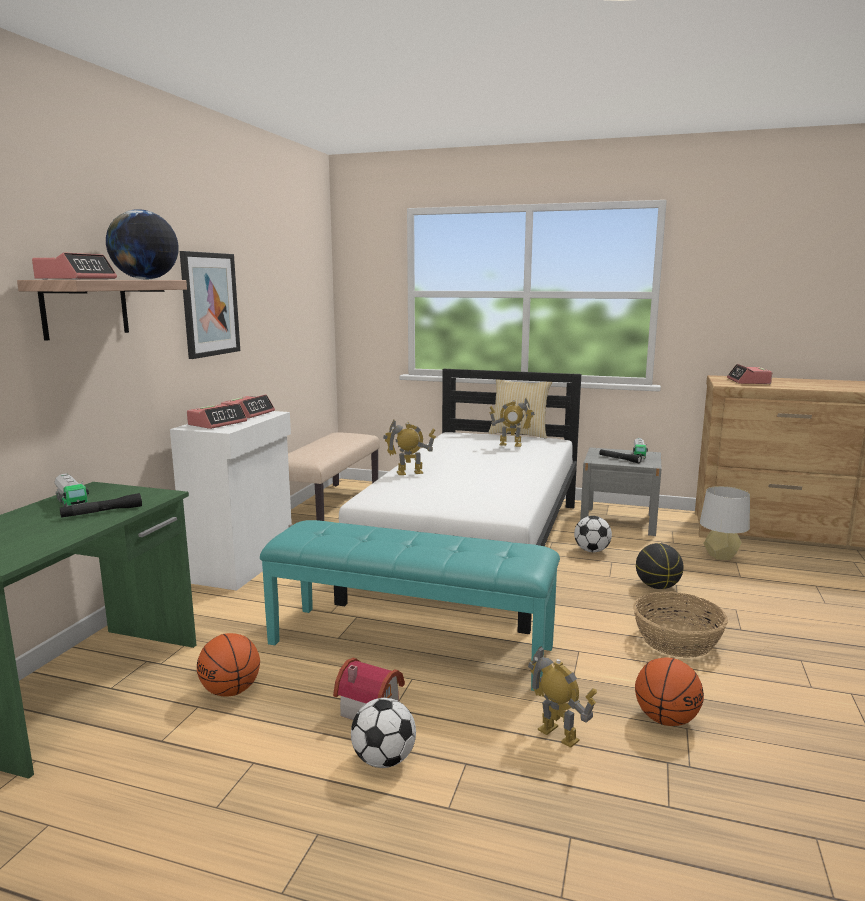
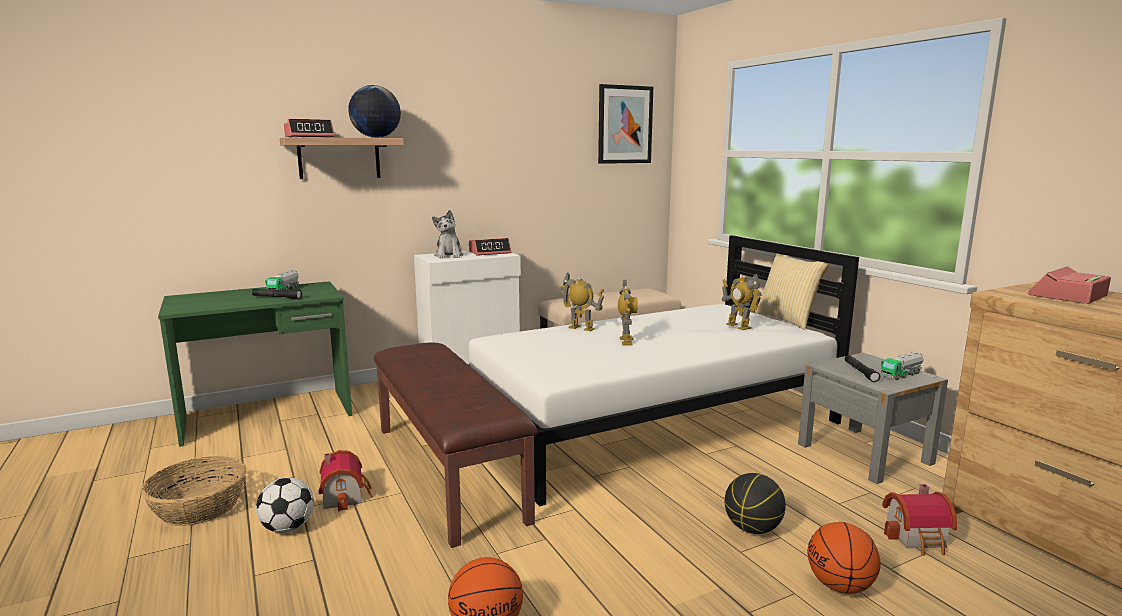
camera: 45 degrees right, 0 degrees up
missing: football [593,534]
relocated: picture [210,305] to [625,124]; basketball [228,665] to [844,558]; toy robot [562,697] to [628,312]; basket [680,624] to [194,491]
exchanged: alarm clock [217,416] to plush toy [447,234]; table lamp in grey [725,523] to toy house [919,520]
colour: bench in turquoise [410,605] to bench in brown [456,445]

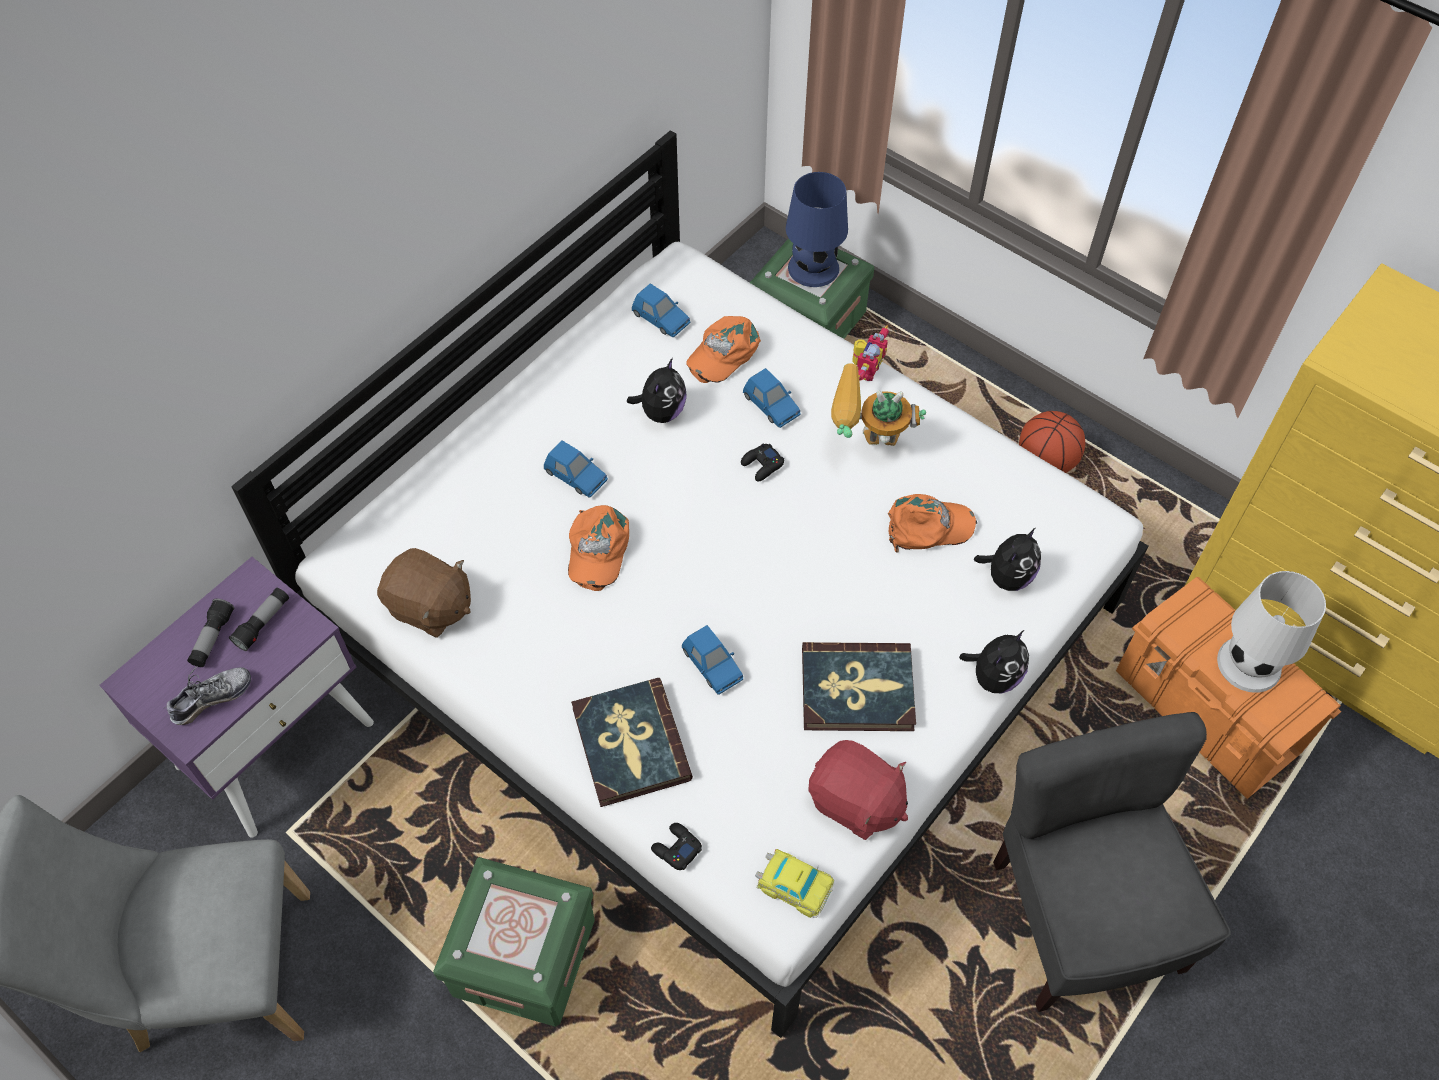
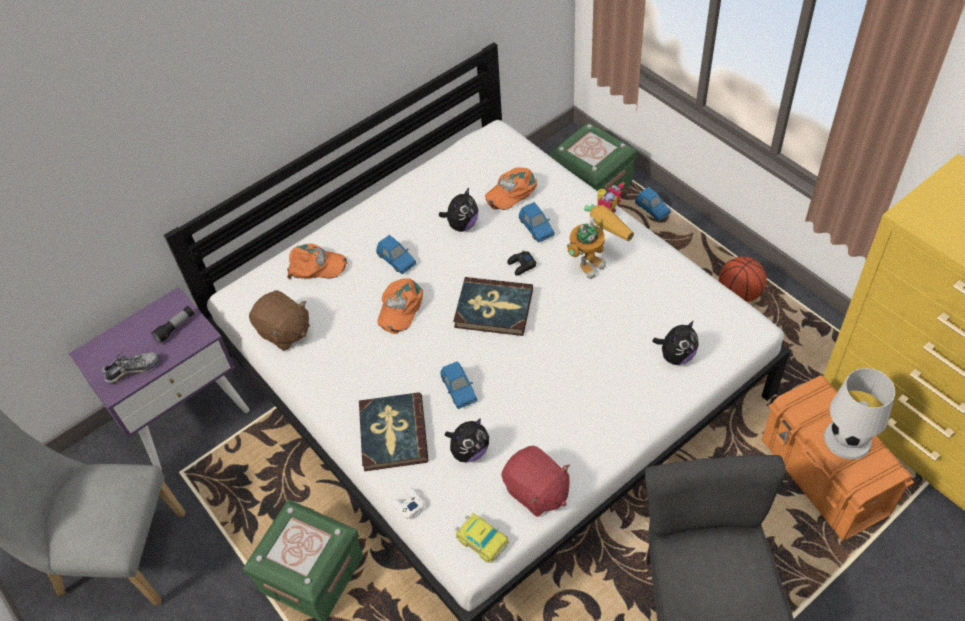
camera: 15 degrees right, 5 degrees down
missing: flashlight [210,633]; table lamp in blue [817,229]
relocated: toy car in blue [661,310] to [653,204]; book [859,686] to [493,306]; cap in orange [932,523] to [317,261]; plush toy [994,661] to [467,440]
colour: game controller in black [676,846] to game controller in white [407,503]
spun: toy robot [878,404] = [600,241] 120 degrees clockwise

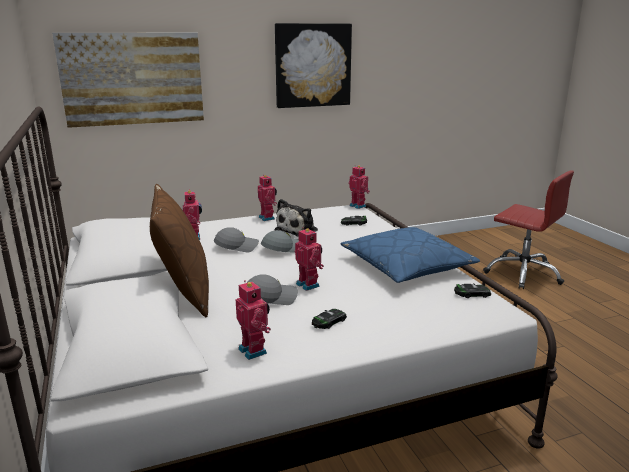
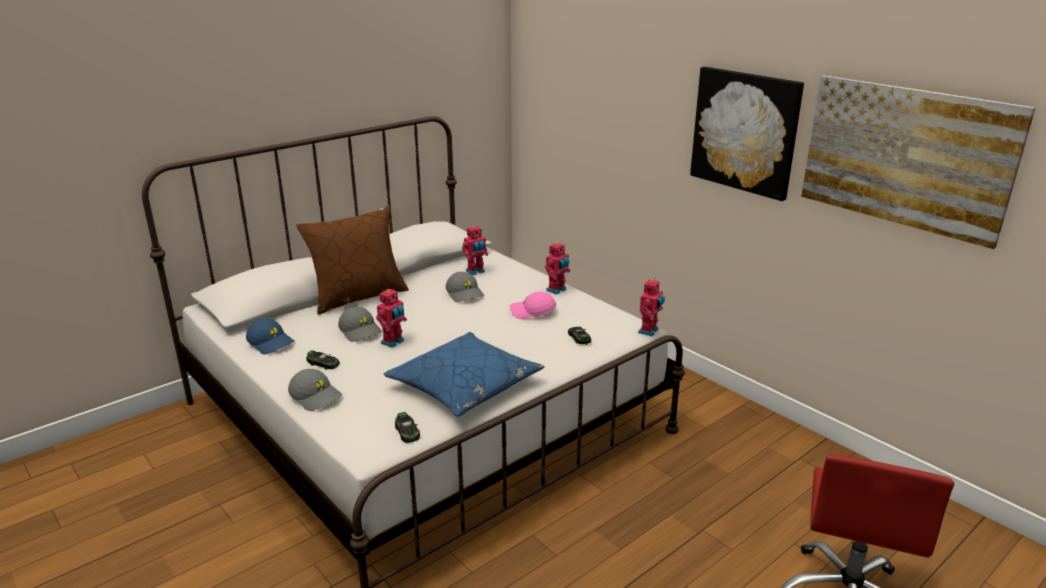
camera: 70 degrees right, 5 degrees up
relocated: picture [128,80] to [918,162]; cap in grey [280,241] to [315,390]
exchanged: toy robot [253,320] to cap in blue [270,337]; plush toy [296,217] to cap in pink [532,305]

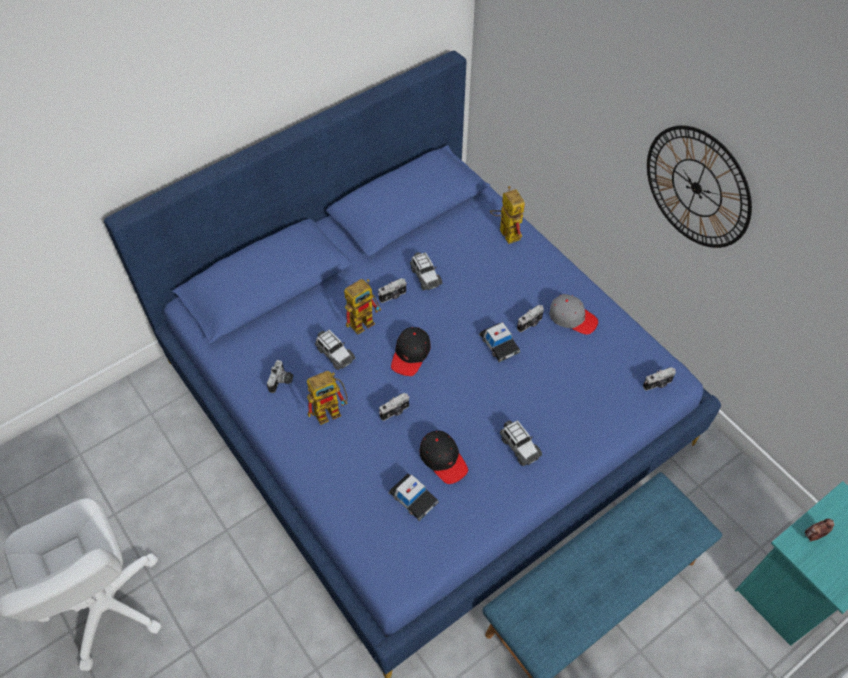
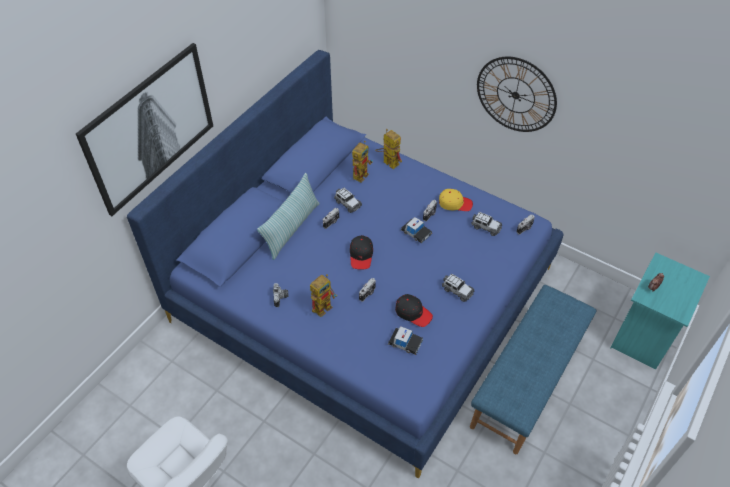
camera: 20 degrees left, 5 degrees down
appeared: picture [144,129]; pillow [288,216]
relocated: toy car [335,350] to [486,224]; toy robot [362,307] to [362,162]
colour: cap in grey [573,314] to cap in yellow [456,200]

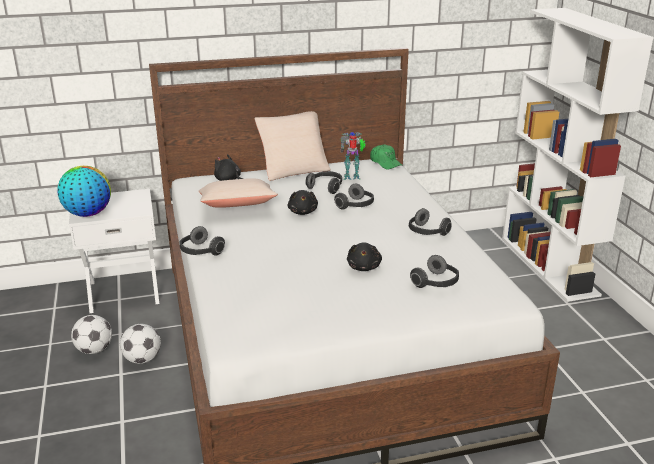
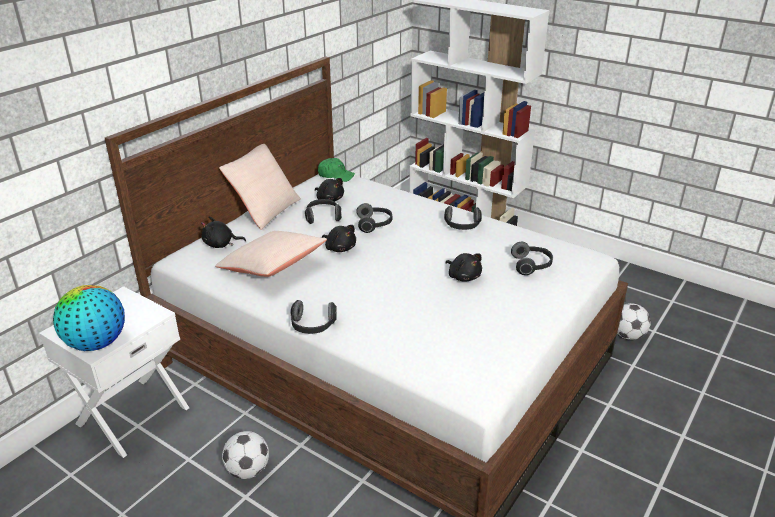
camera: 40 degrees left, 5 degrees up
relocated: football [91,334] to [634,321]
exchanged: toy robot [353,156] to plush toy in black [329,190]

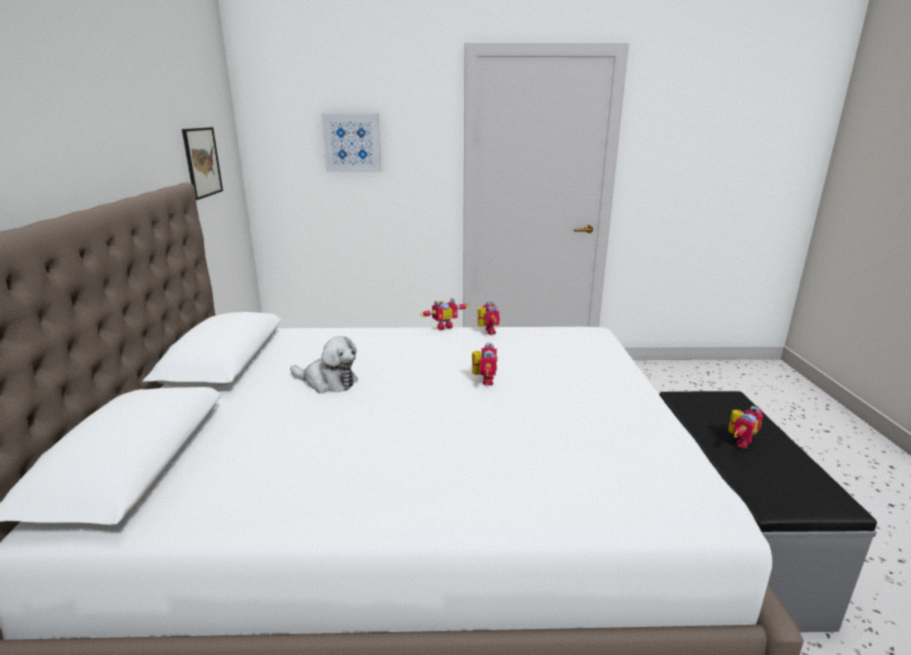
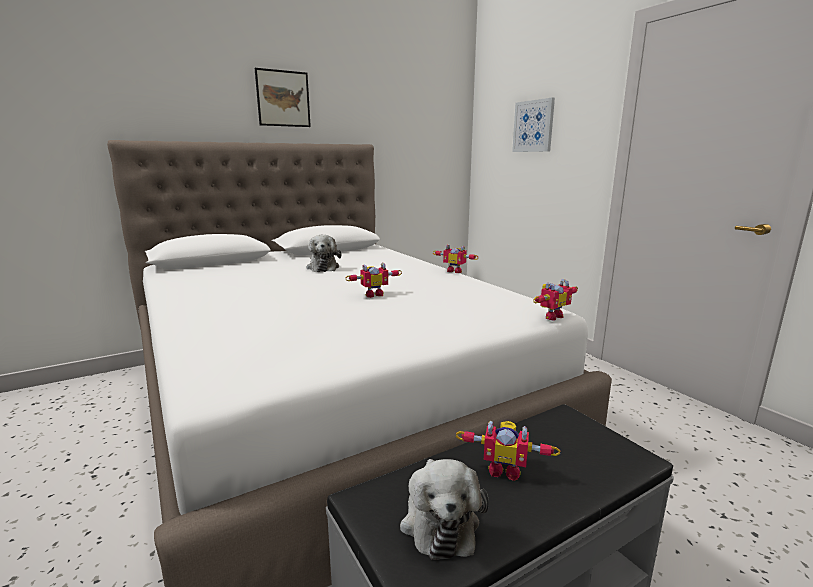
camera: 60 degrees right, 5 degrees down
appeared: plush toy [444,509]
relocated: picture [202,163] to [283,97]; toy robot [489,317] to [555,300]

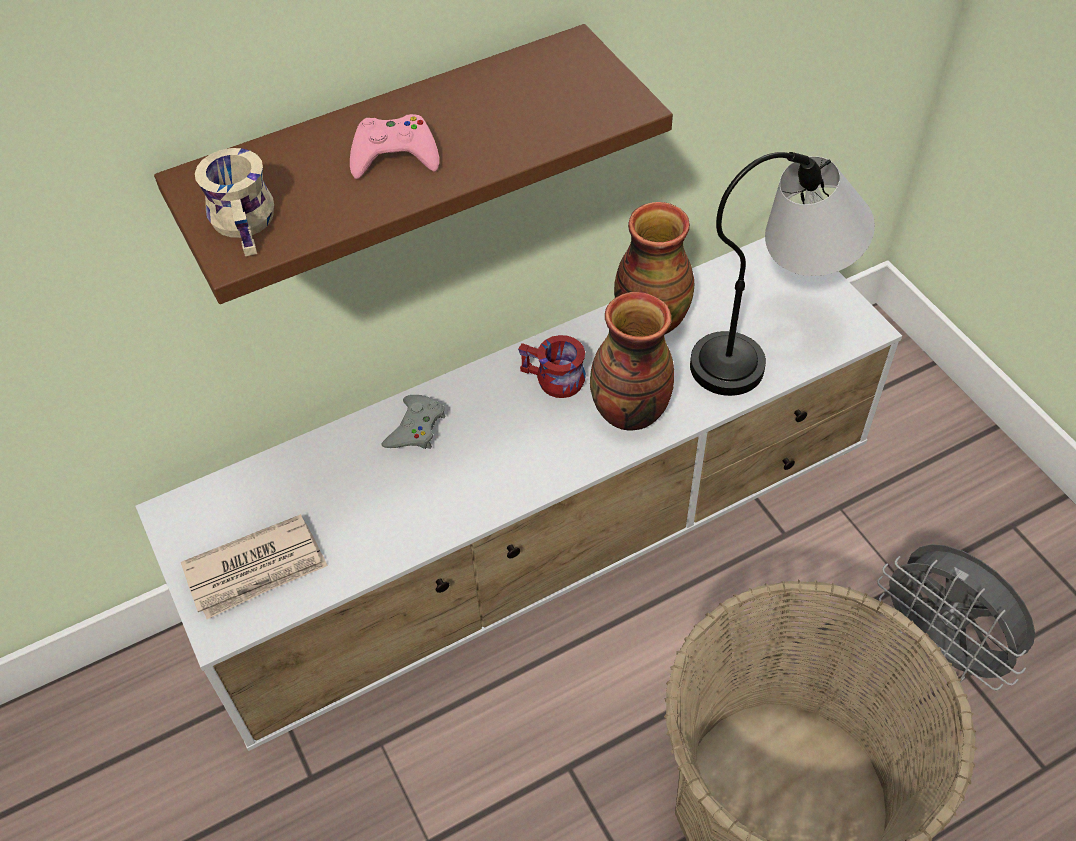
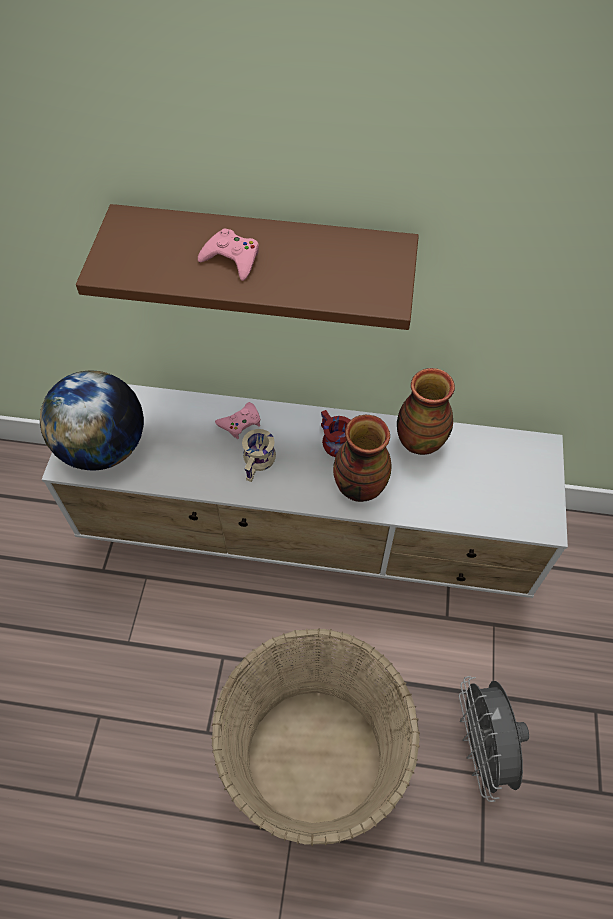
camera: 35 degrees right, 5 degrees up
missing: table lamp [782,274]
relocated: mug in beige [234,202] to [259,455]
exchanged: newspaper [254,566] to globe [92,421]
colour: game controller in grey [414,422] to game controller in pink [237,420]

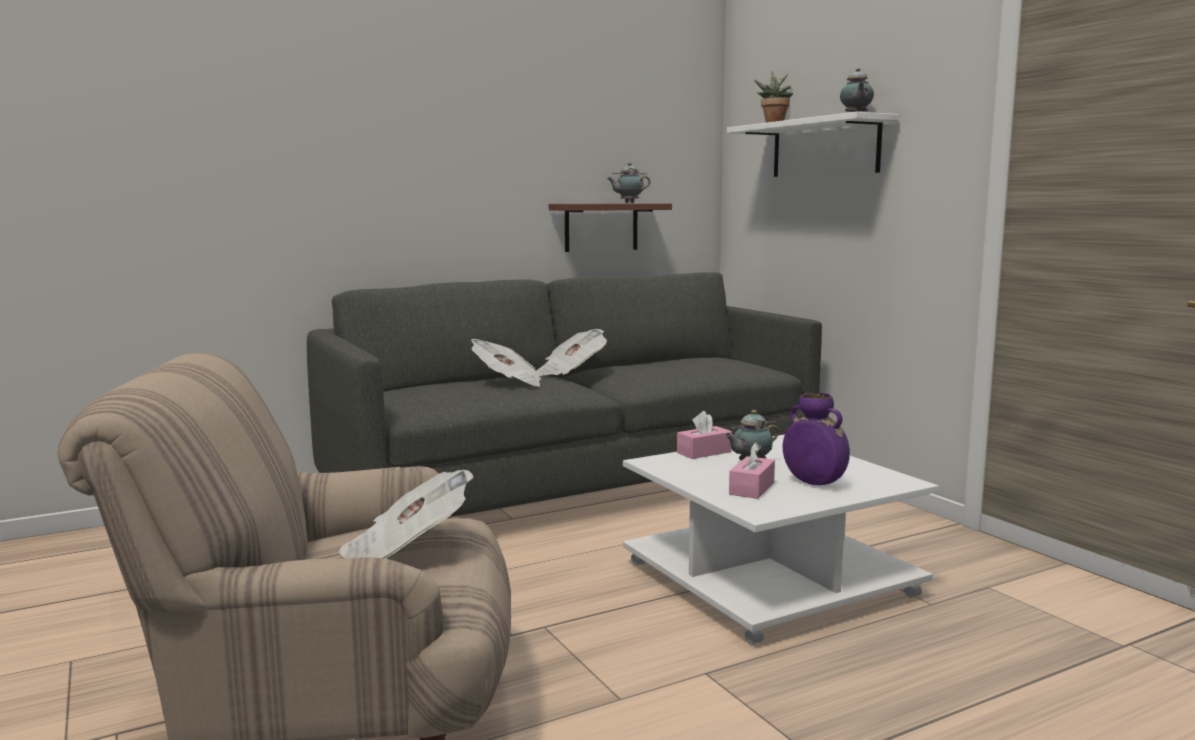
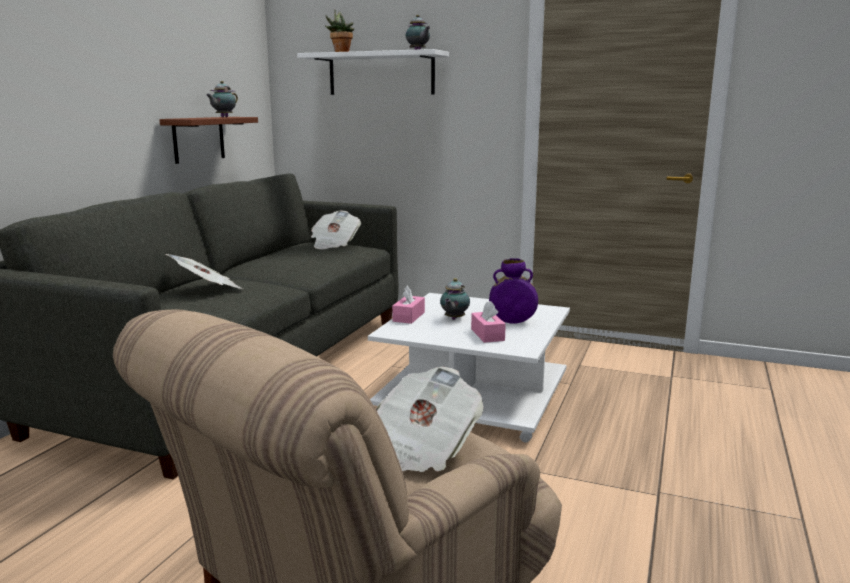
camera: 40 degrees left, 5 degrees up
relocated: newspaper [571,352] to [336,229]

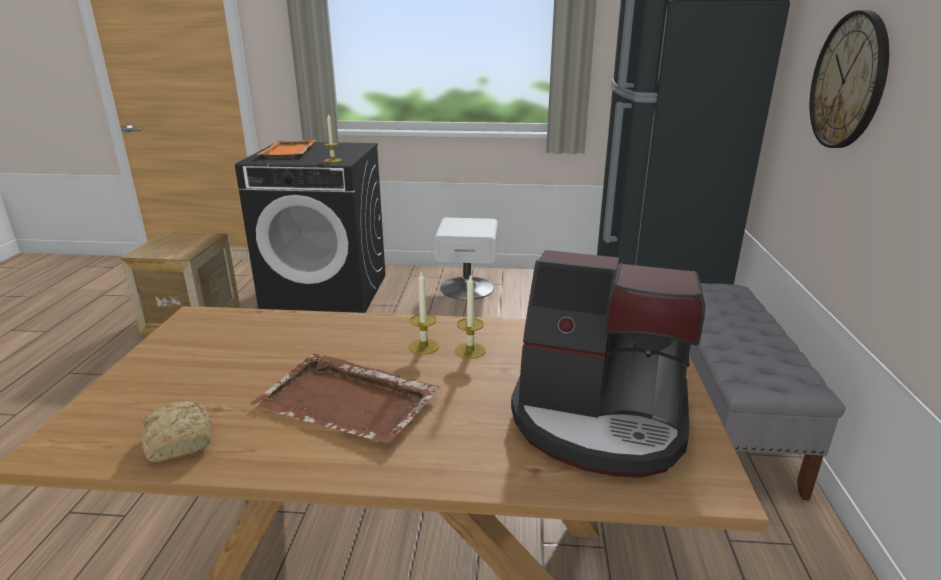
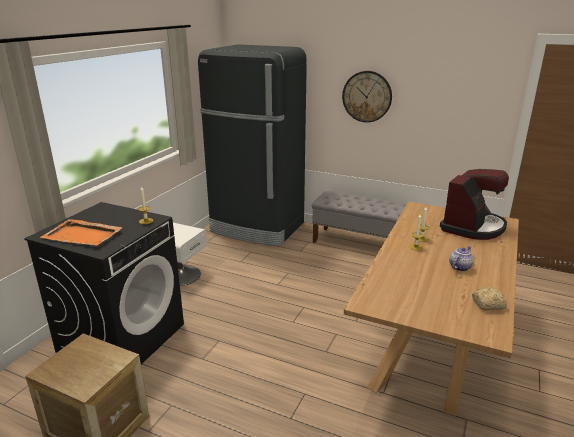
camera: 70 degrees left, 0 degrees up
exchanged: tray in brown [345,399] to teapot [461,258]

